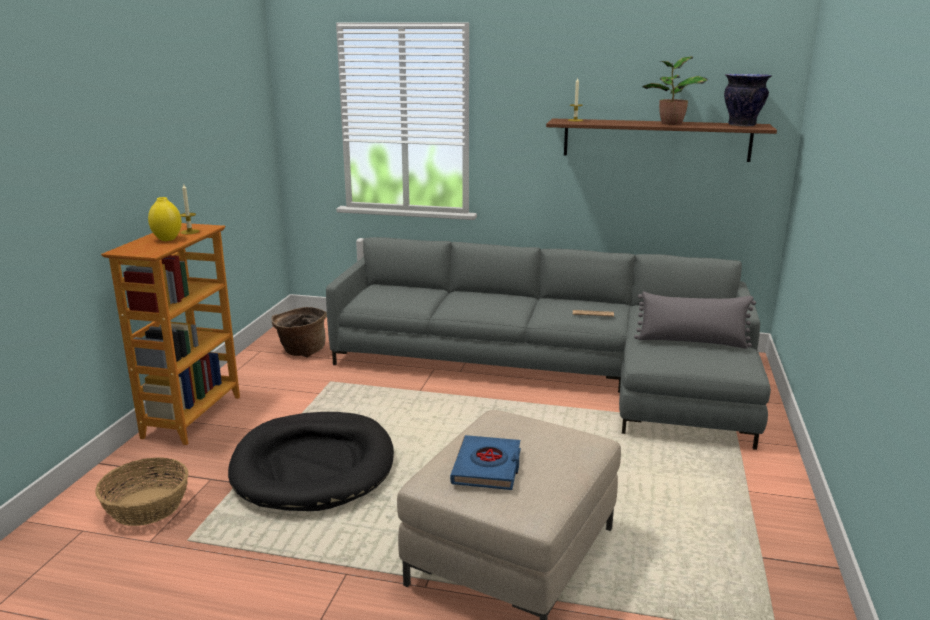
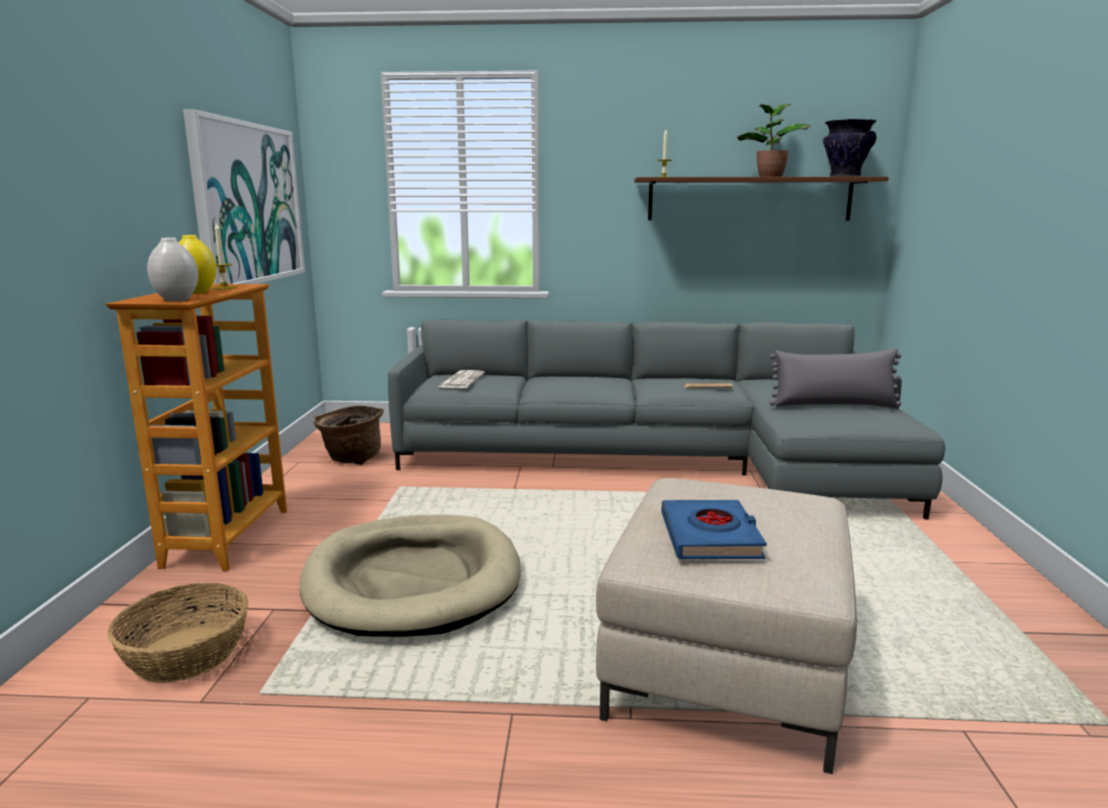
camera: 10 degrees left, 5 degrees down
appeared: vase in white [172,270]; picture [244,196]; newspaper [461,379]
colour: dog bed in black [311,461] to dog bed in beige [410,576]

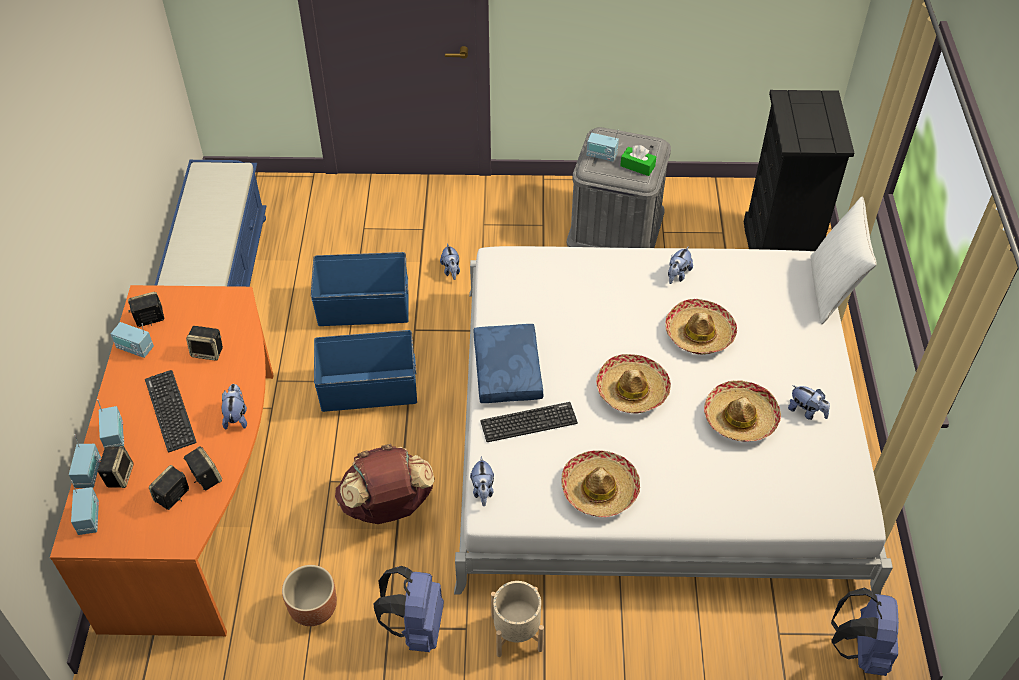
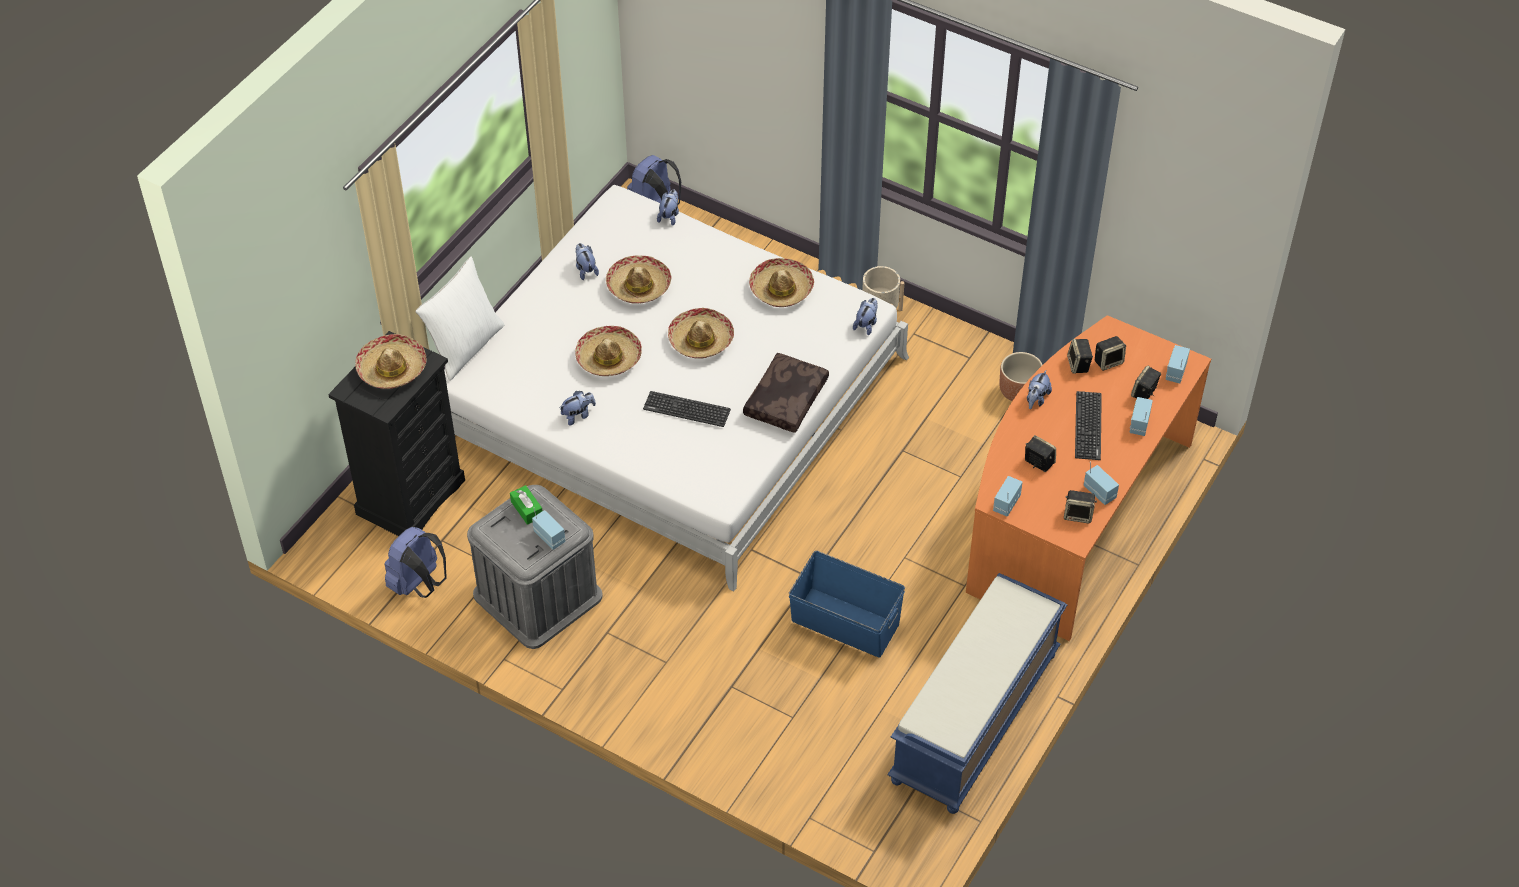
camera: 150 degrees left, 0 degrees up
missing: storage box in blue [365,371]; backpack in brown [384,484]
appeared: hat [390,361]
relocated: radio [85,461] to [1008,496]; backpack in blue [409,609] to [415,562]; plush toy [450,261] to [668,207]; keyboard [529,422] to [687,409]
colour: pillow in blue [508,363] to pillow in brown [786,393]

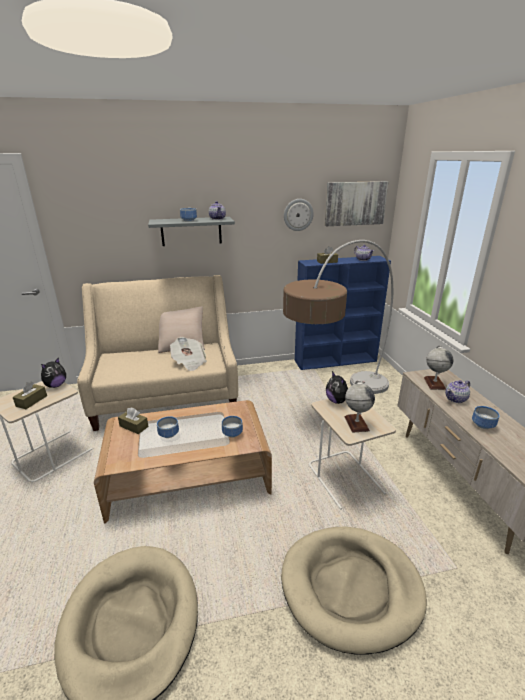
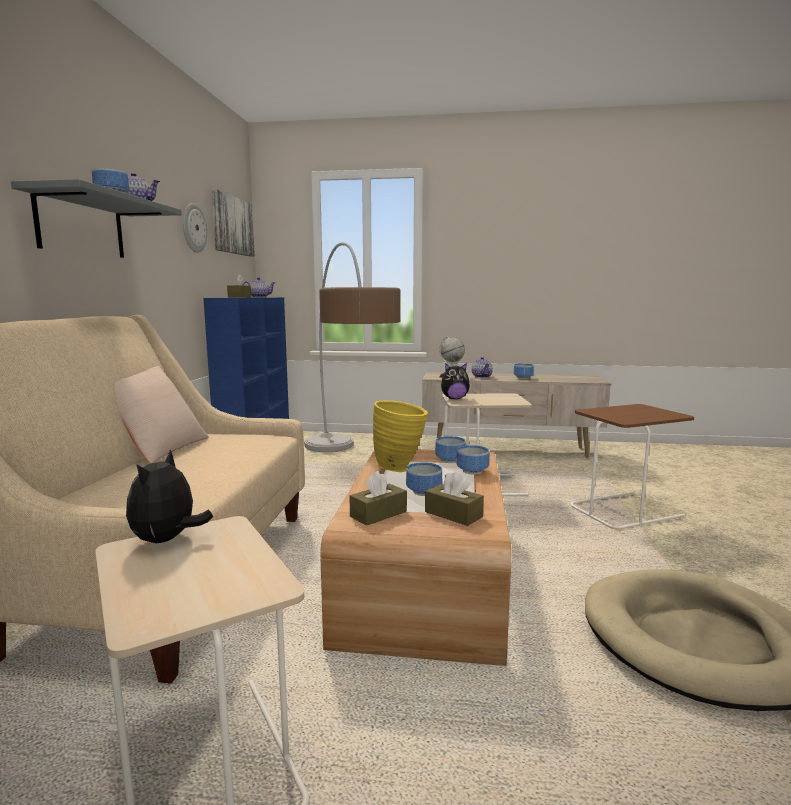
camera: 70 degrees left, 15 degrees down
missing: newspaper [188,354]; globe [360,407]
appeared: vase in yellow [400,436]; bowl [472,459]
relocated: tissue box in brown [30,395] to [454,498]
exchanged: dog bed in beige [354,590] to side table in brown [632,466]
spun: plush toy [53,372] = [169,496] 135 degrees counterclockwise

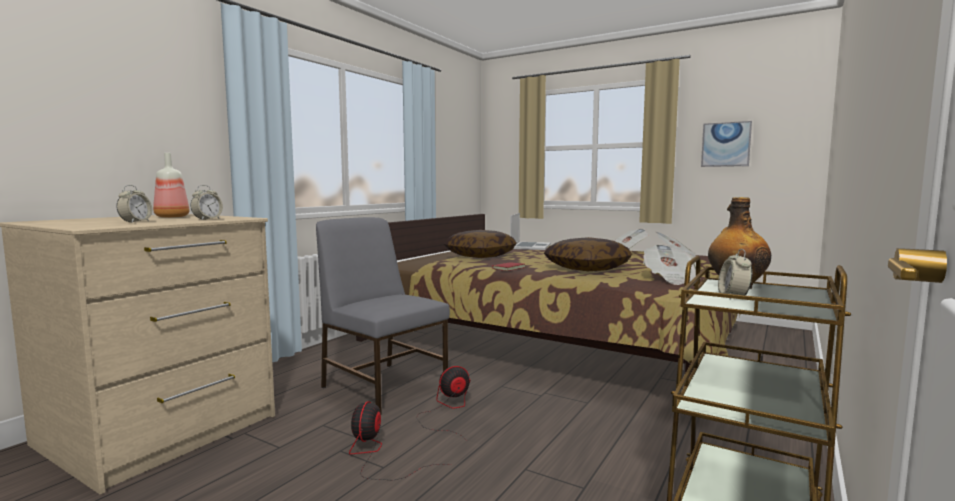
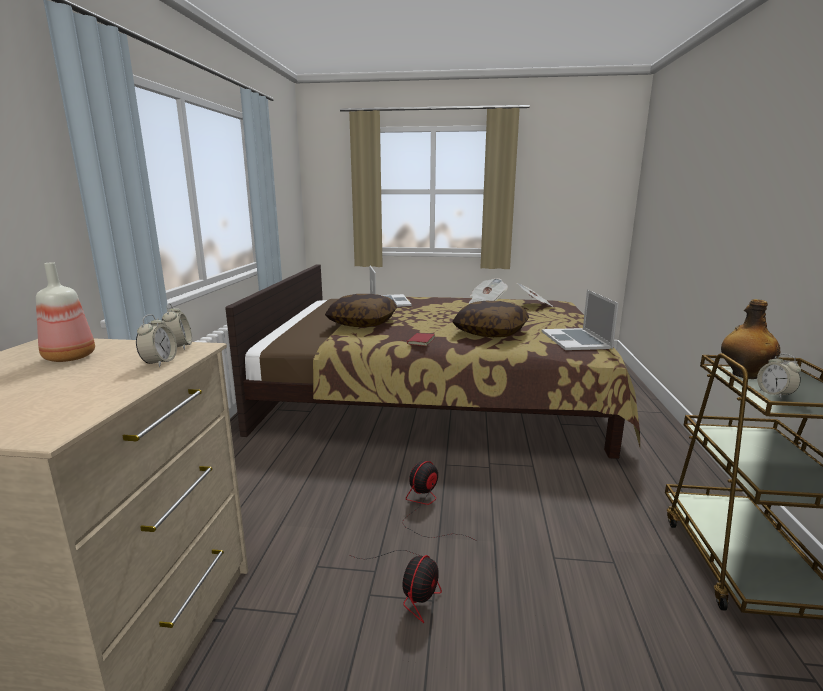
camera: 25 degrees left, 10 degrees up
missing: chair in grey [383,316]; picture [726,144]
relocated: alarm clock [134,203] to [177,326]
exchanged: newspaper [669,264] to laptop [580,320]
spun: fan [400,440] = [396,586] 135 degrees counterclockwise

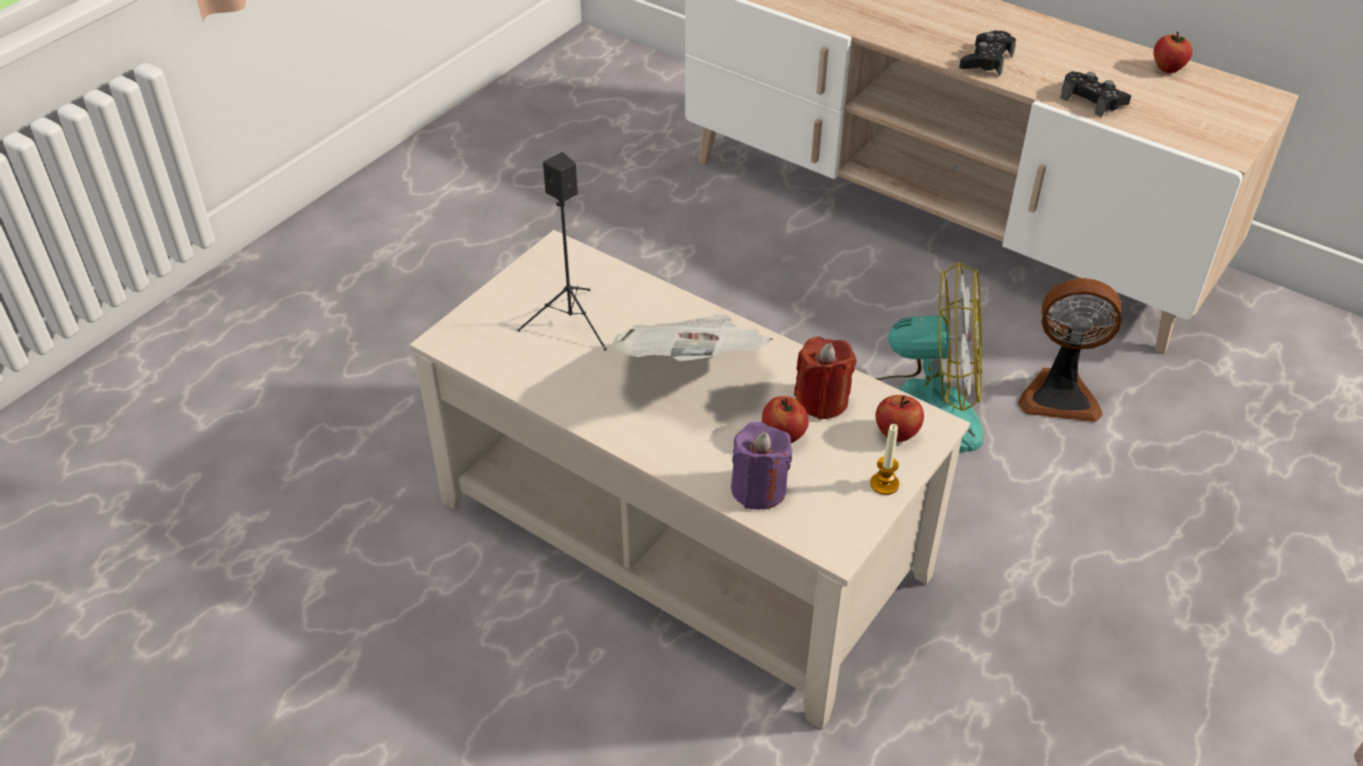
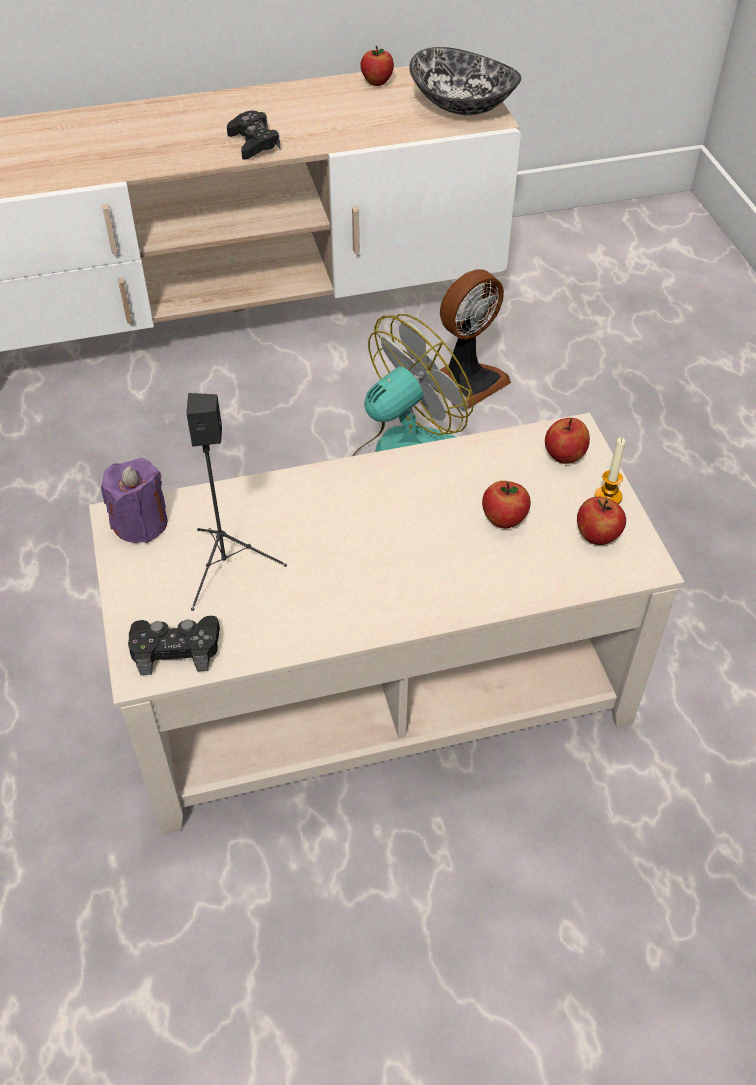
camera: 50 degrees left, 5 degrees up
missing: newspaper [692,337]; candle in red [825,378]
appeared: bowl [465,81]; apple [601,521]
relocated: candle in purple [761,466] to [134,500]; game controller in black [1095,94] to [174,645]

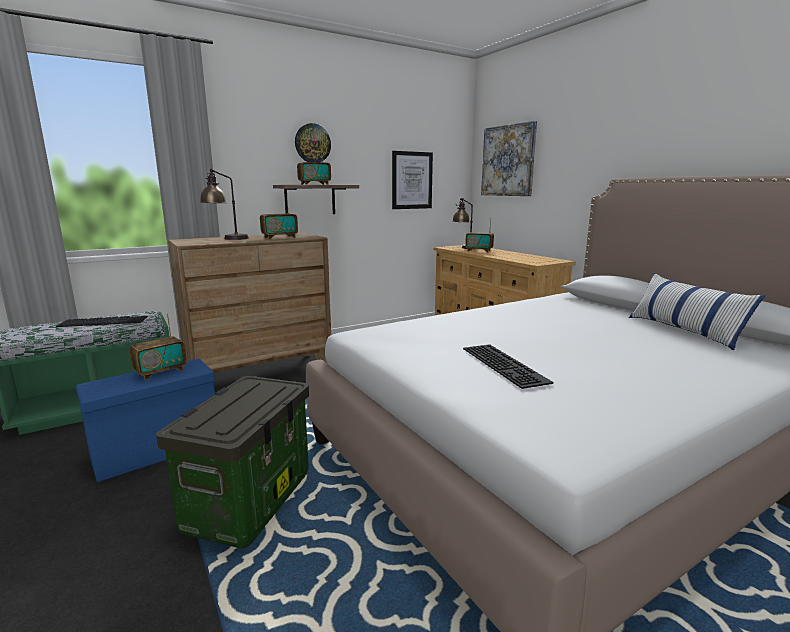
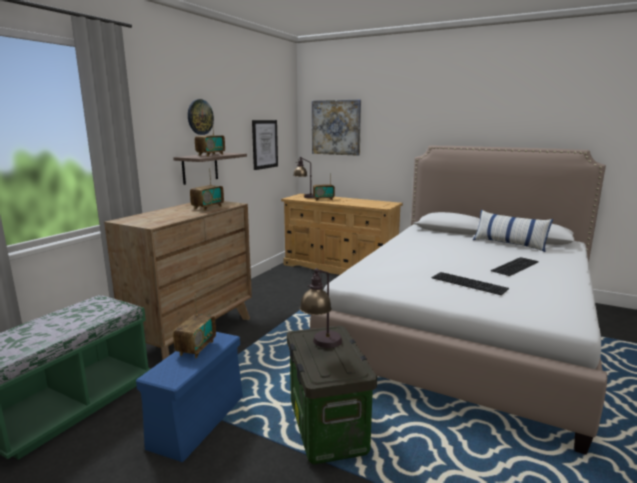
camera: 30 degrees left, 0 degrees up
relocated: keyboard [102,321] to [515,266]; table lamp [224,204] to [321,308]

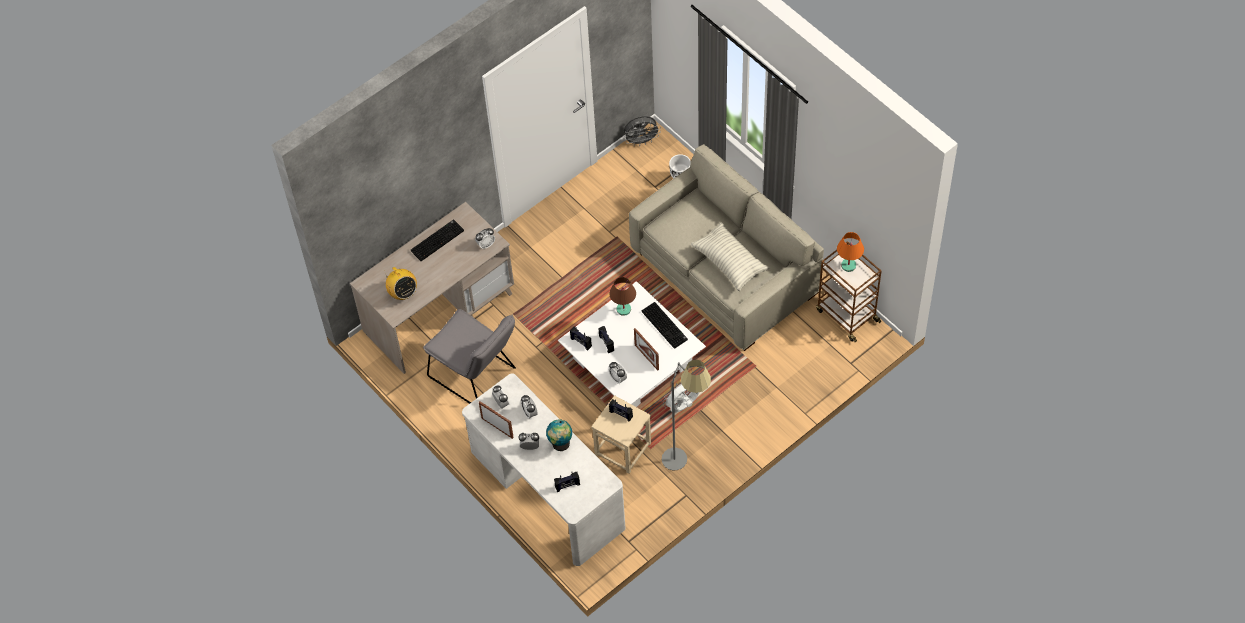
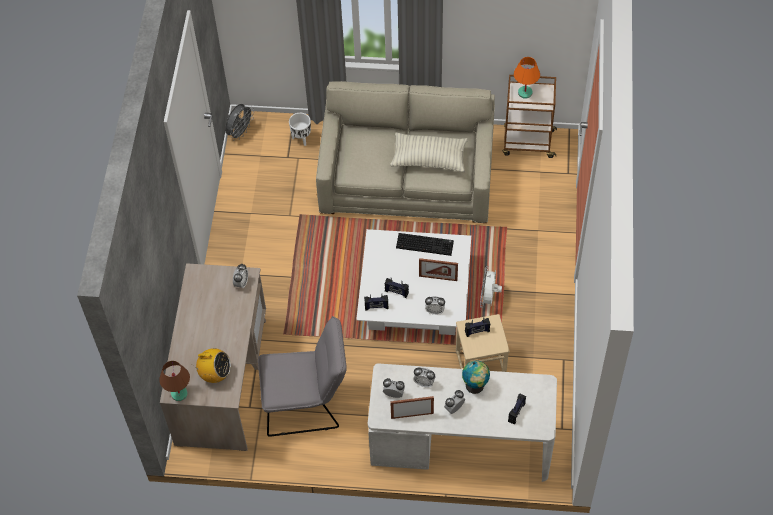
camera: 45 degrees left, 0 degrees up
missing: keyboard [437,240]; floor lamp in grey [686,415]
relocated: table lamp in brown [623,296] to [174,381]

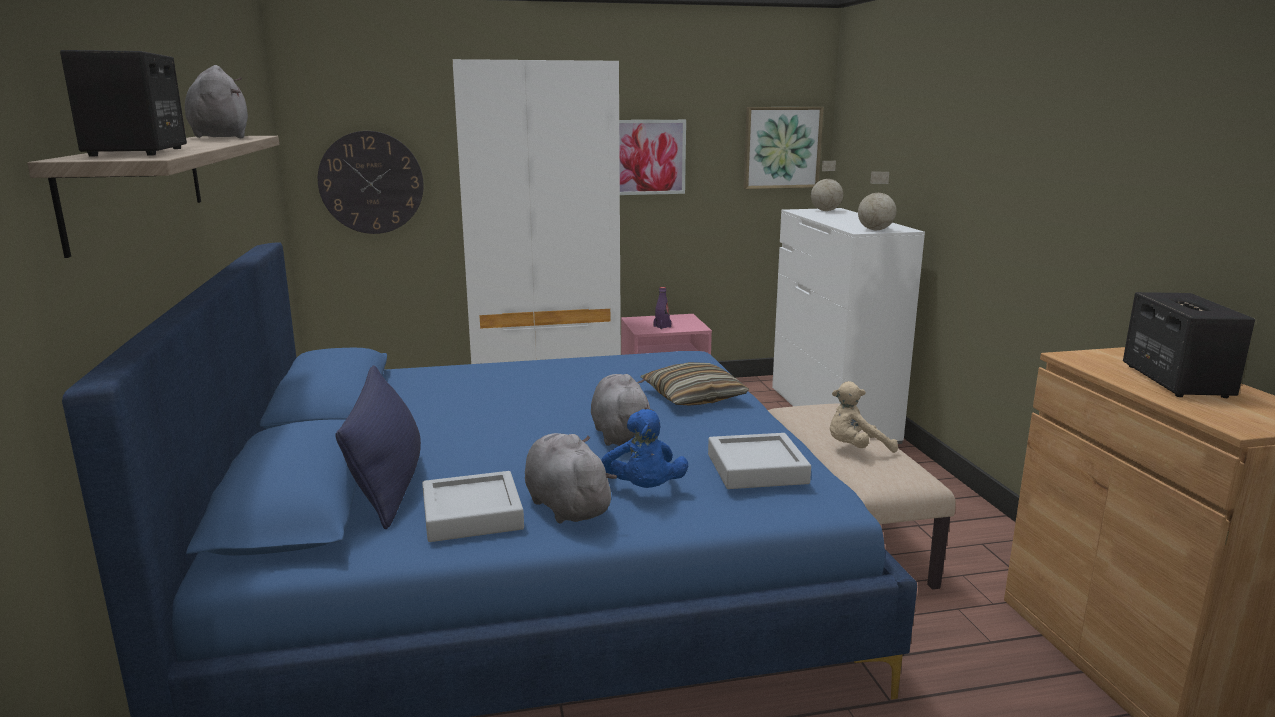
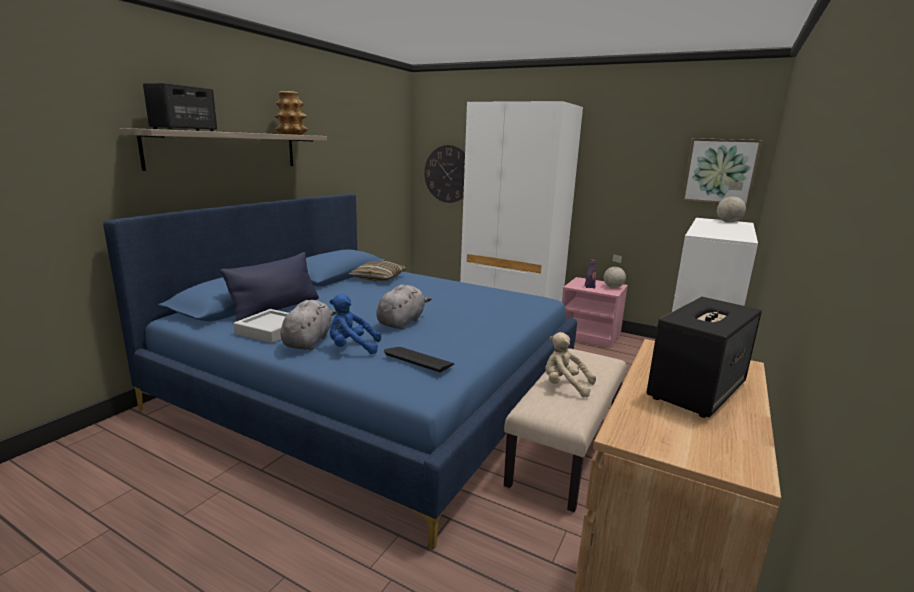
camera: 40 degrees right, 0 degrees up
missing: picture [652,157]
relocated: pillow [695,383] to [377,271]; globe [877,201] to [615,271]
exchanged: plush toy in grey [216,101] to vase [291,113]; tray in grey [759,461] to keyboard [419,360]
spun: plush toy in blue [644,448] = [355,324] 60 degrees clockwise

